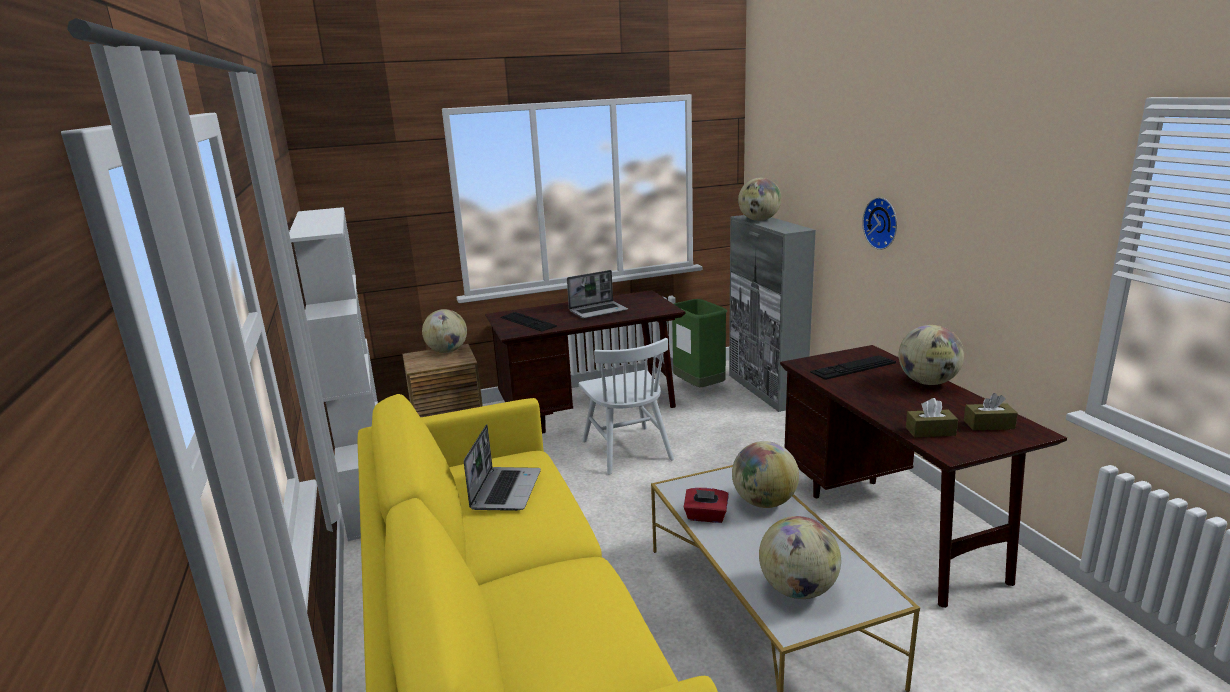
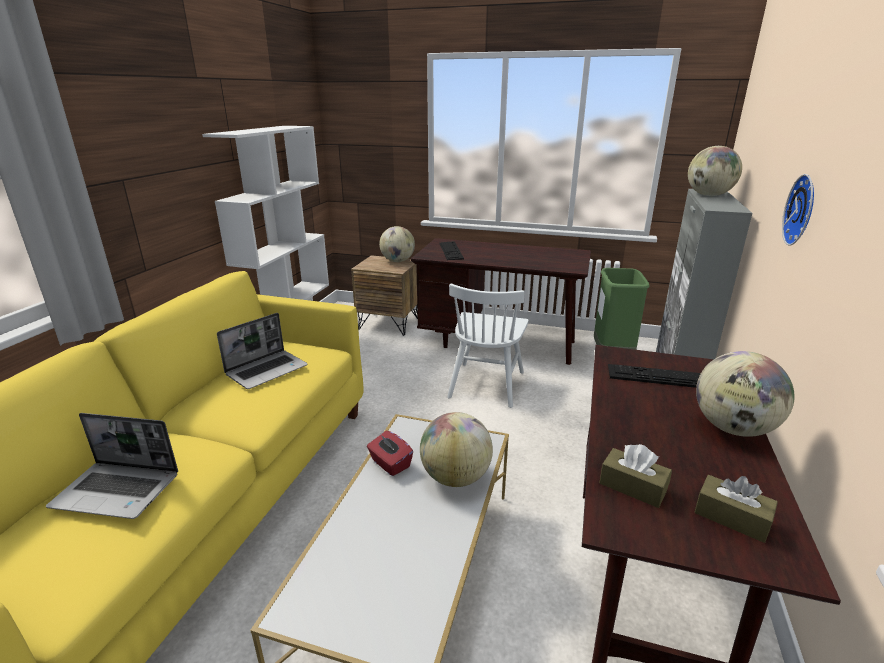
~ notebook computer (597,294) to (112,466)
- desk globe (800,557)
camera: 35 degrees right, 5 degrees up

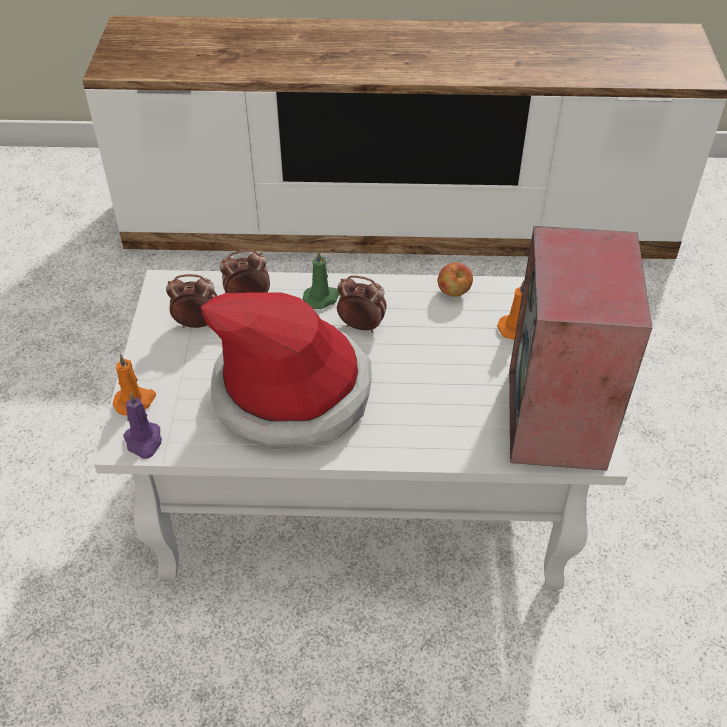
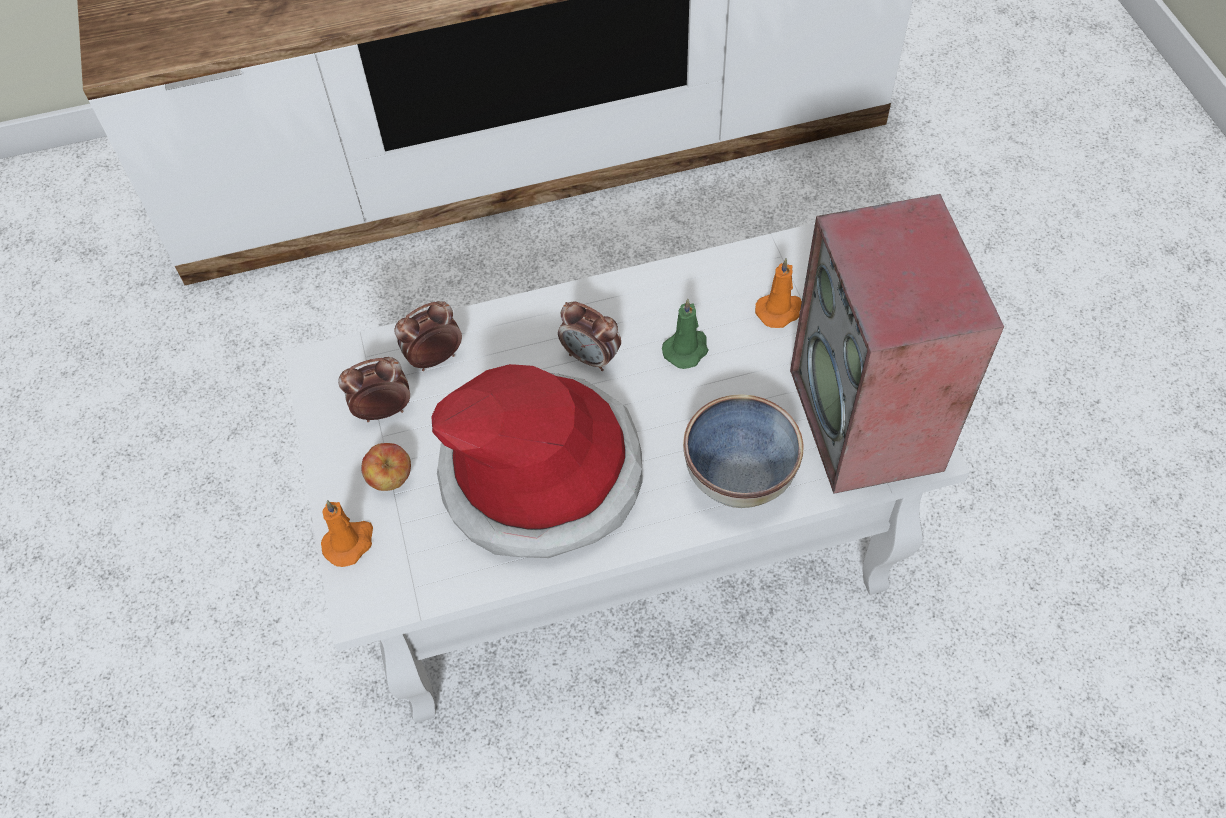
~ apple fruit (455,279) to (386,467)
~ alarm clock (362,304) = (589,336) 150 degrees counterclockwise
~ wax light (greenish) (321,279) to (685,334)
+ deep dish (743,451)
- wax light (purplish) (142,425)
camera: 15 degrees left, 10 degrees up

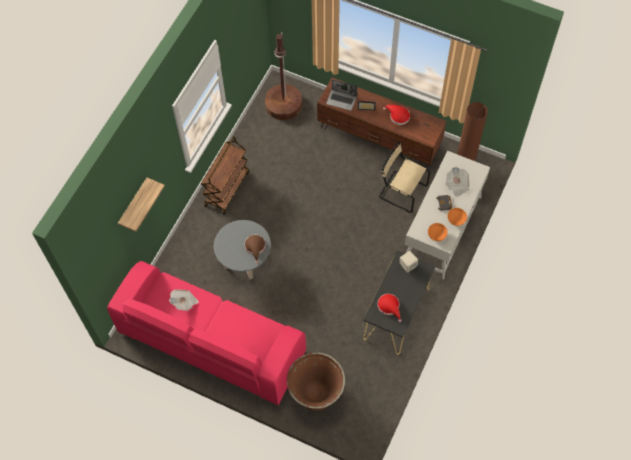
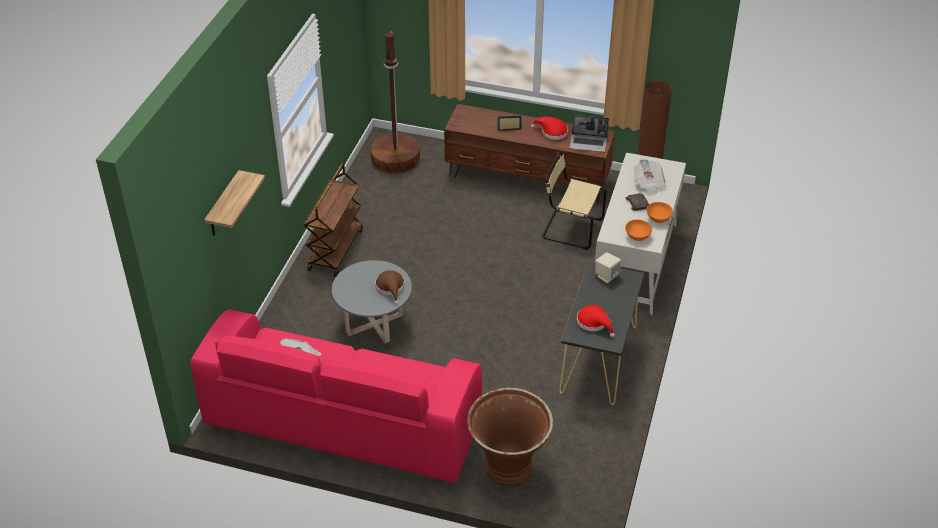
~ notebook computer (342,95) to (589,133)
camera: 10 degrees left, 20 degrees down

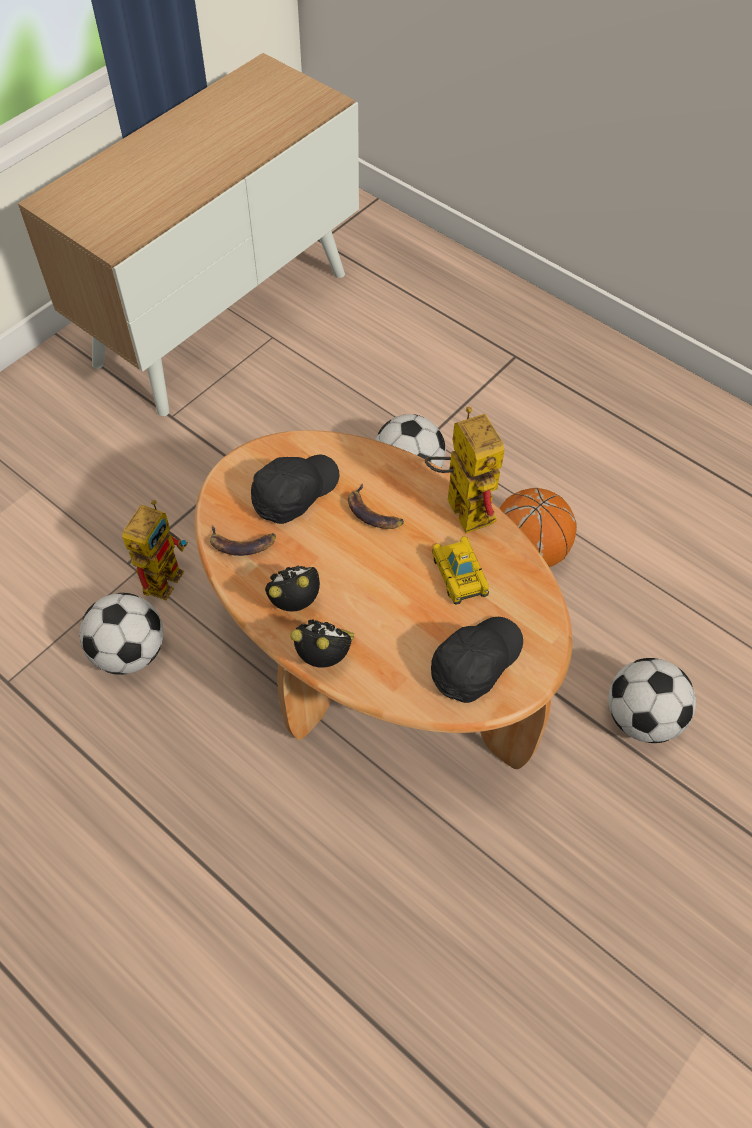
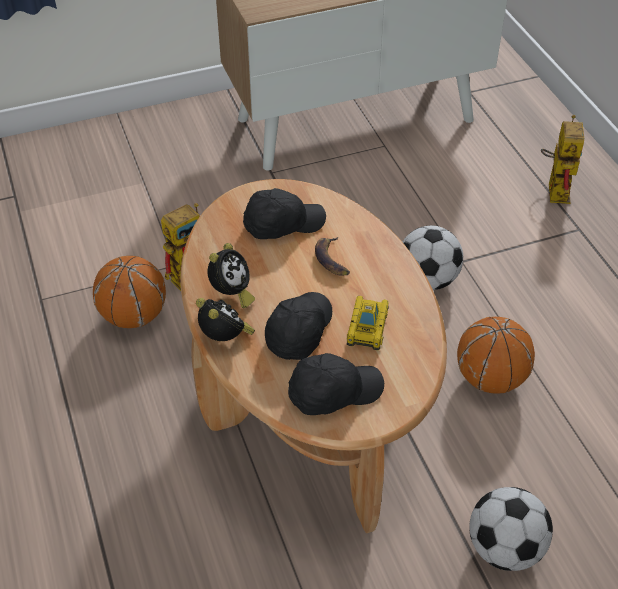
~ football ball (121,634) to ball for basketball (129,292)
~ alarm clock (292,589) = (231,275) 105 degrees clockwise
+ peaked cap (black) (298,326)
~ robot figure (464,470) to (562,159)
- banana (243,540)
camera: 30 degrees right, 10 degrees down

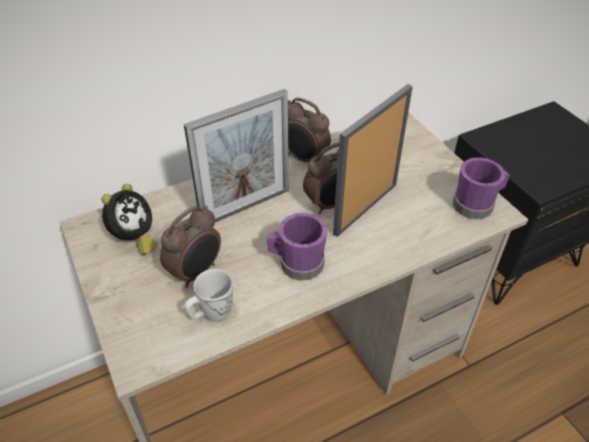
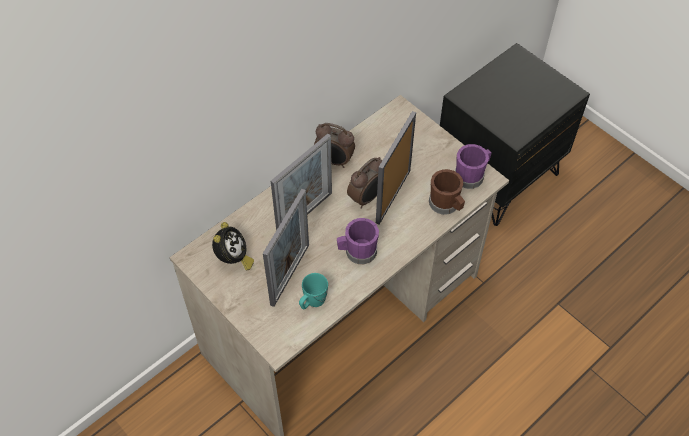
~ alarm clock (190,246) to picture frame (286,248)
~ coffee mug (whitish) (208,295) to coffee mug (turquoise-coloured) (313,291)
+ coffee mug (brownish) (447,192)
camera: 15 degrees left, 10 degrees up

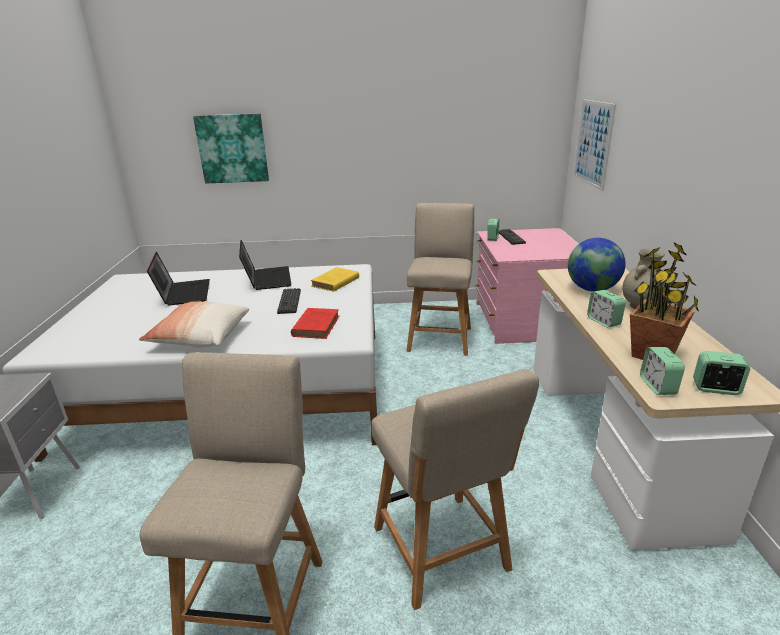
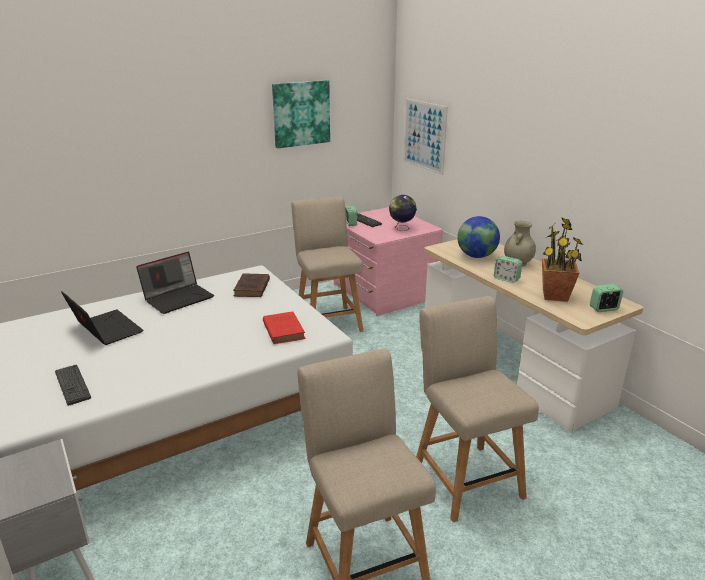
~ computer keyboard (289,301) to (73,385)
~ notebook computer (265,265) = (175,283) 90 degrees clockwise
~ volume (yellow) (335,279) to volume (brownish) (251,285)
~ wall picture (231,148) to (301,114)
+ desk globe (403,213)
~ plain chair (sand-coloured) (455,489) = (477,409) 150 degrees counterclockwise
- pillow (194,324)
- alarm clock (662,371)
camera: 30 degrees left, 0 degrees up

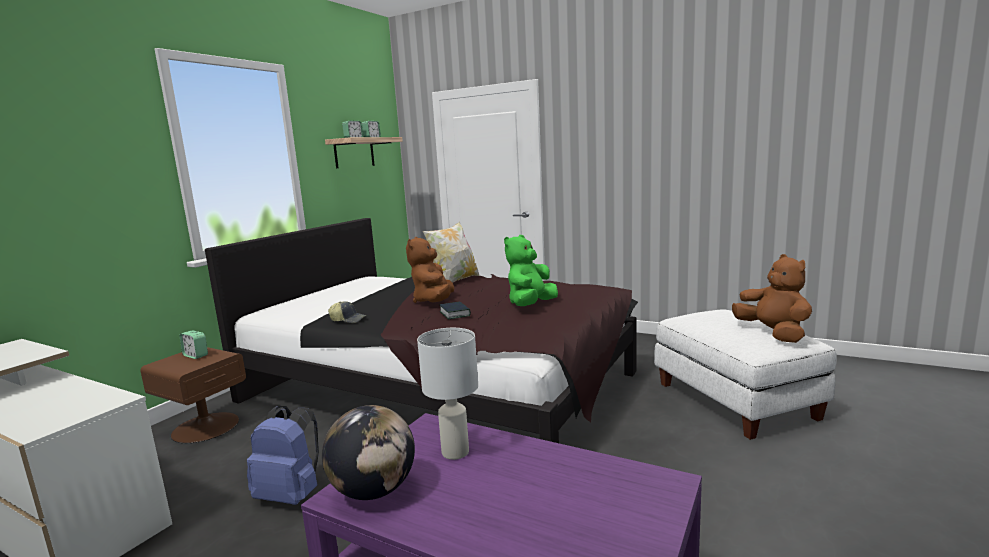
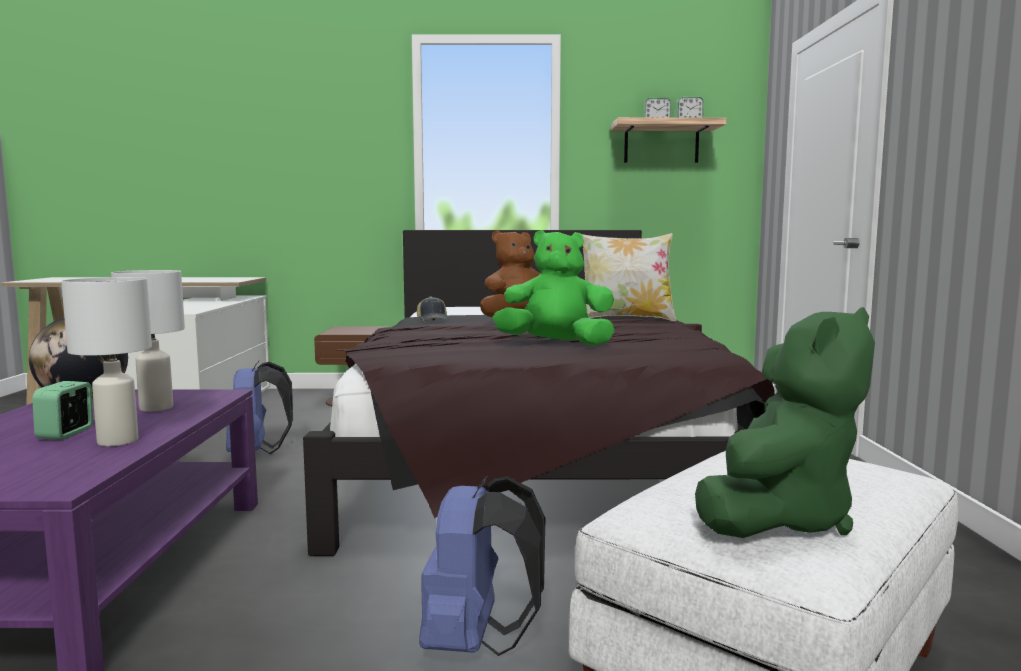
~ alarm clock (194,344) to (62,410)
+ lamp for a table (whitish) (106,361)
+ rucksack (blue-coloured) (482,566)
~ plush toy (brownish) (772,298) to plush toy (greenish) (785,422)
- volume (455,310)
camera: 60 degrees right, 5 degrees down

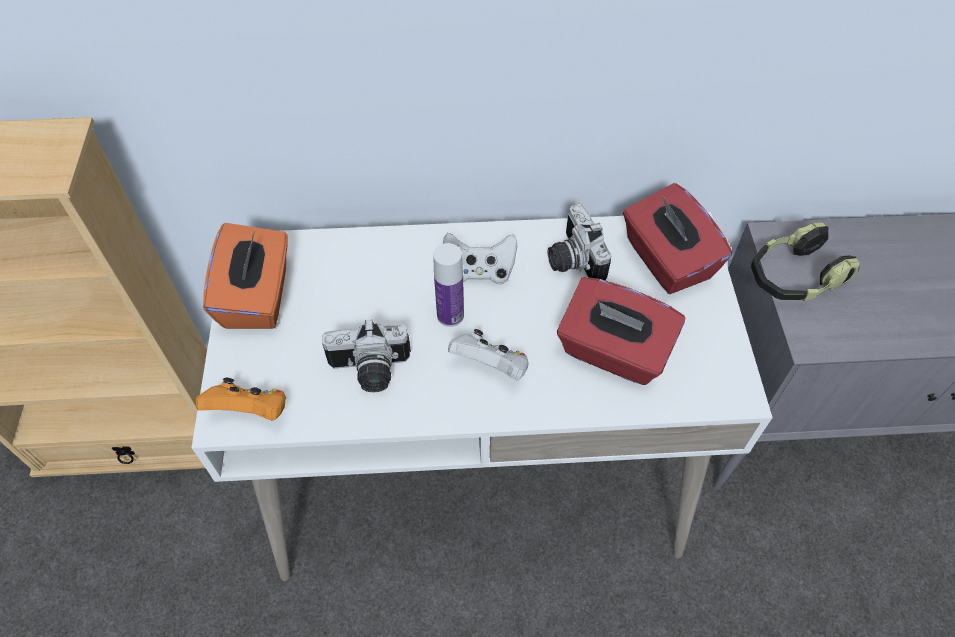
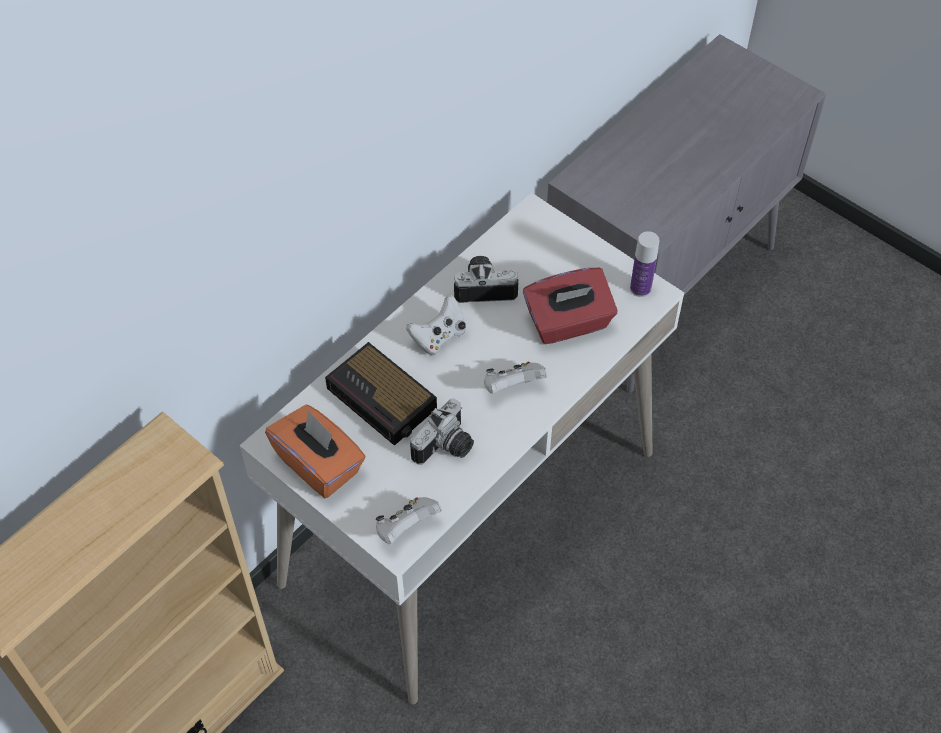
+ alarm clock (381,394)
~ joypad (orange) (241,399) to joypad (whitish) (409,520)
~ photo camera (580,242) = (486,279) 150 degrees clockwise
~ drink bottle (448,285) to (644,264)
- box of tissues (red) (677,238)
- pair of headphones (805,261)
camera: 45 degrees left, 0 degrees up

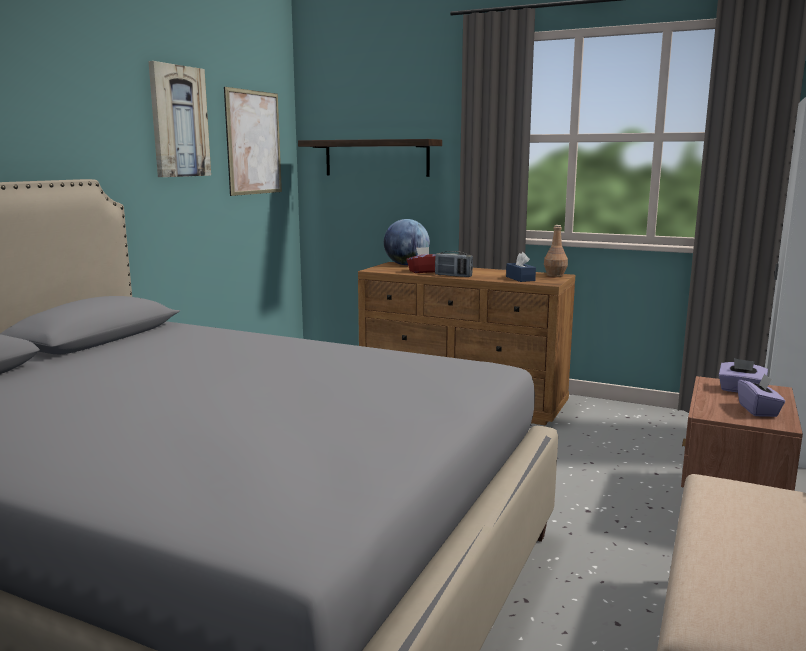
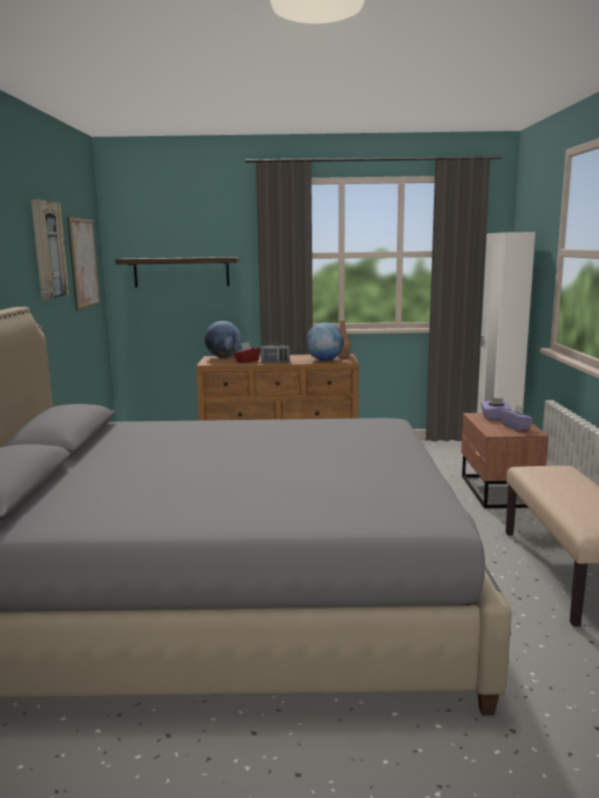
~ box of tissues (blue-coloured) (521,267) to desk globe (325,341)
camera: 25 degrees left, 0 degrees up

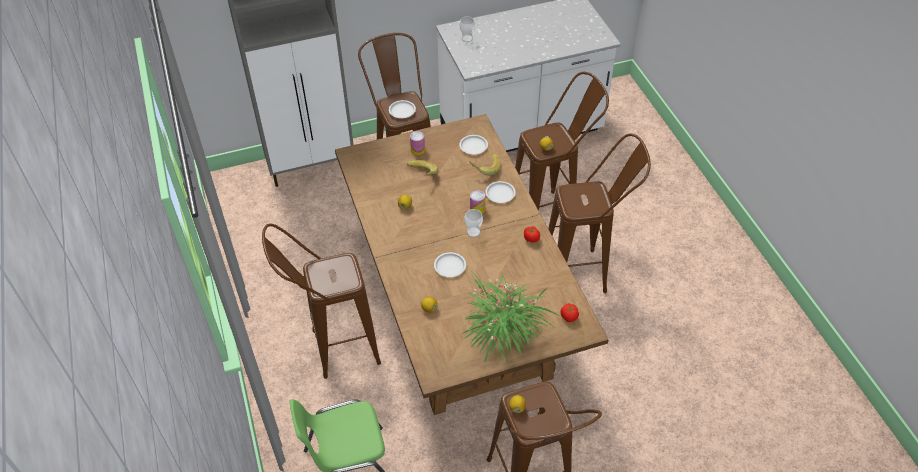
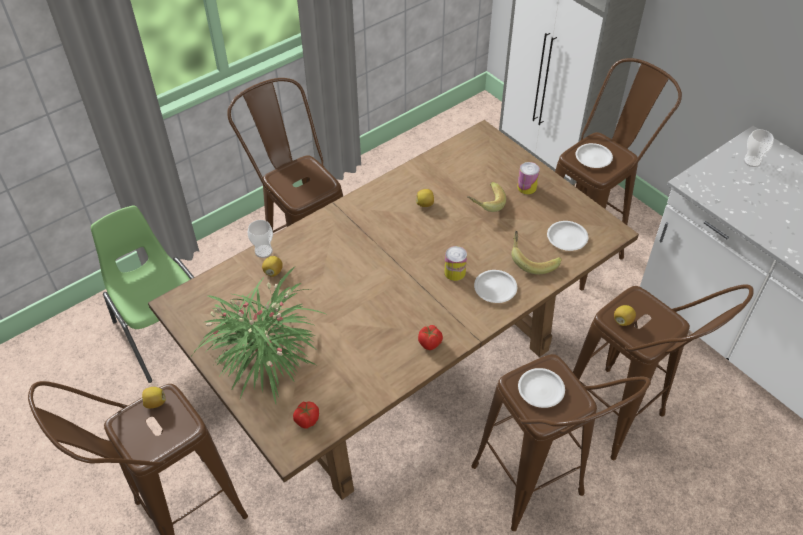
~ cup (473,223) to (260,239)
~ flat dish (whitish) (450,264) to (541,388)
camera: 70 degrees right, 0 degrees up

